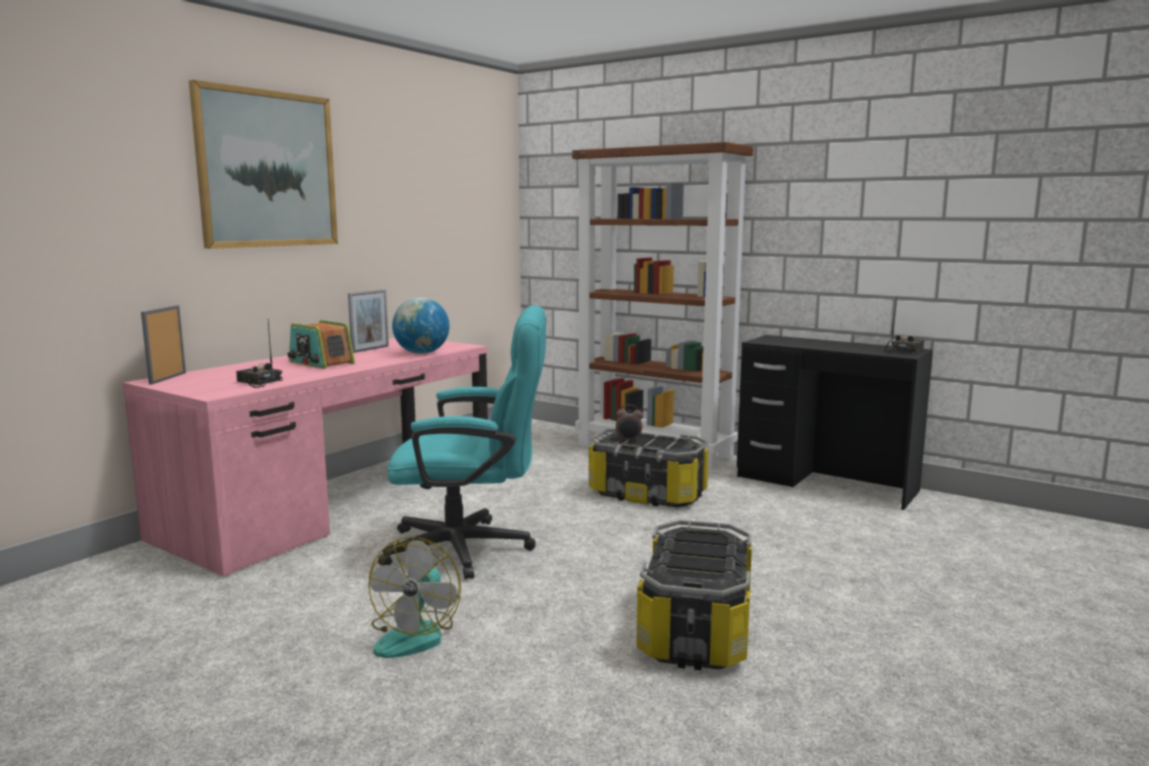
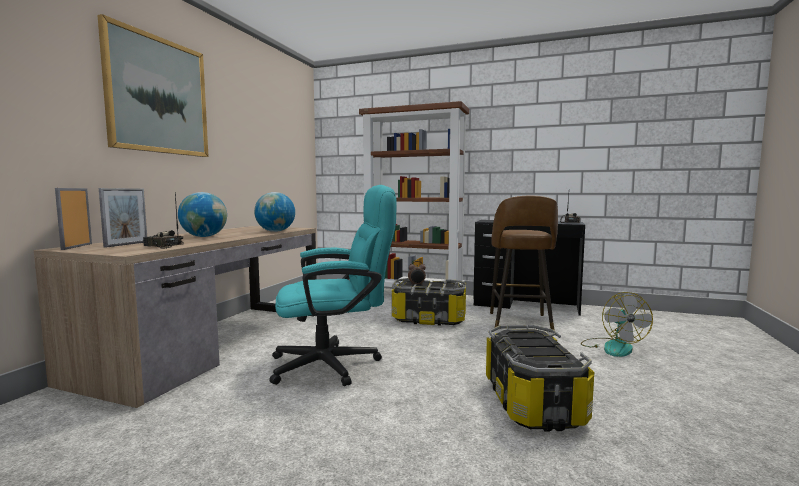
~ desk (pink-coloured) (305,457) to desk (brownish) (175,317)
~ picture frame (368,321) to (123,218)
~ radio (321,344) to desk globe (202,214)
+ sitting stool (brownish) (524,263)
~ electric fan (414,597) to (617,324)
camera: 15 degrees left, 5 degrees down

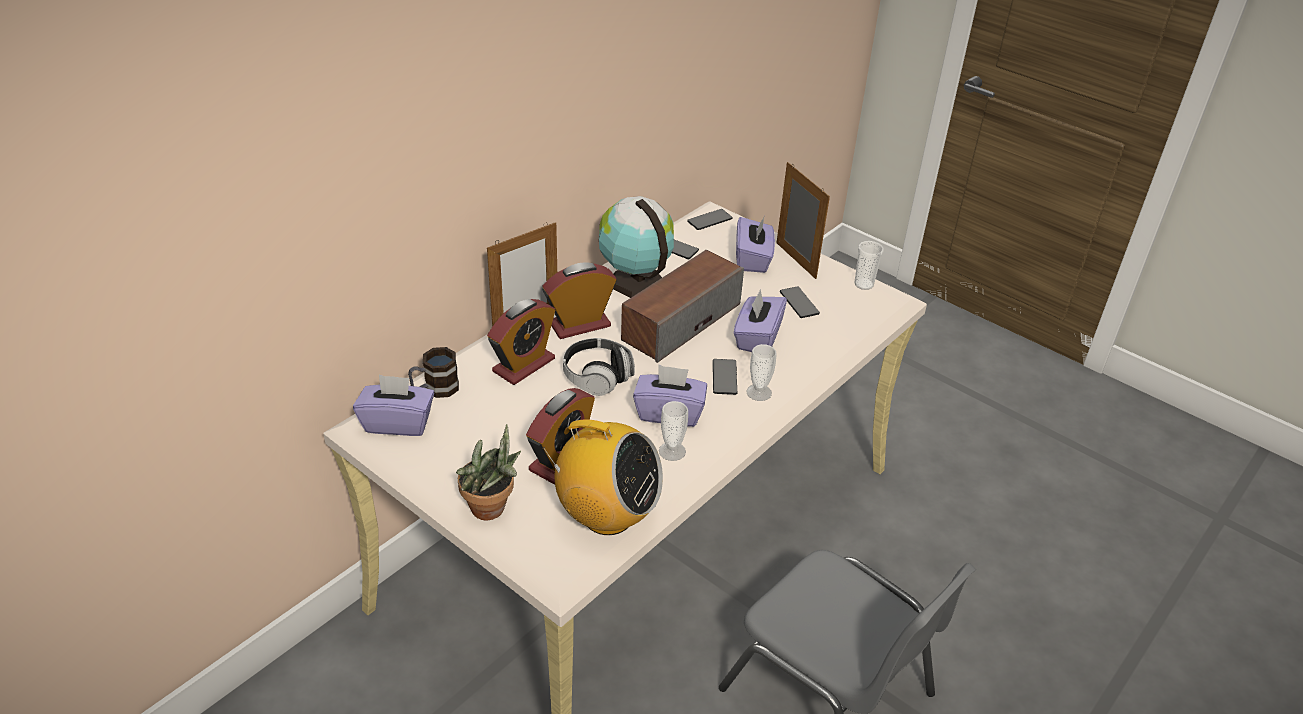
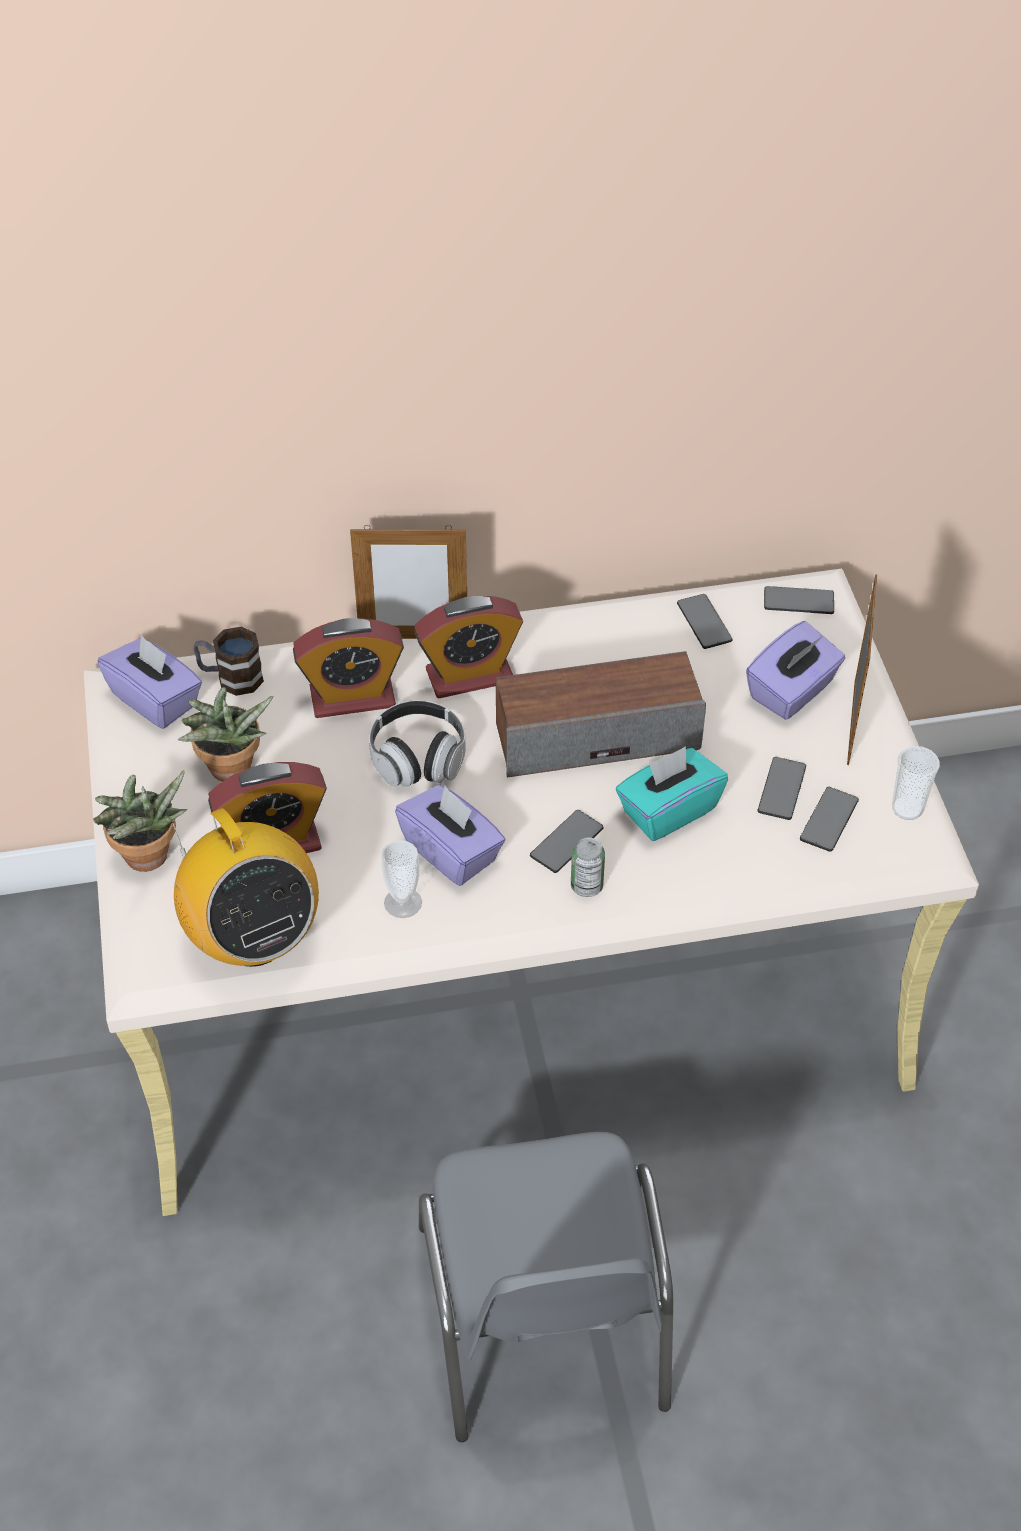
+ houseplant (225,734)
~ alarm clock (580,300) = (468,647) 150 degrees clockwise
~ cup (761,372) to metal can (588,867)
~ box of tissues (purplish) (760,320) to box of tissues (turquoise-coloured) (672,793)
+ phone (829,819)
- desk globe (636,247)
camera: 40 degrees right, 10 degrees up

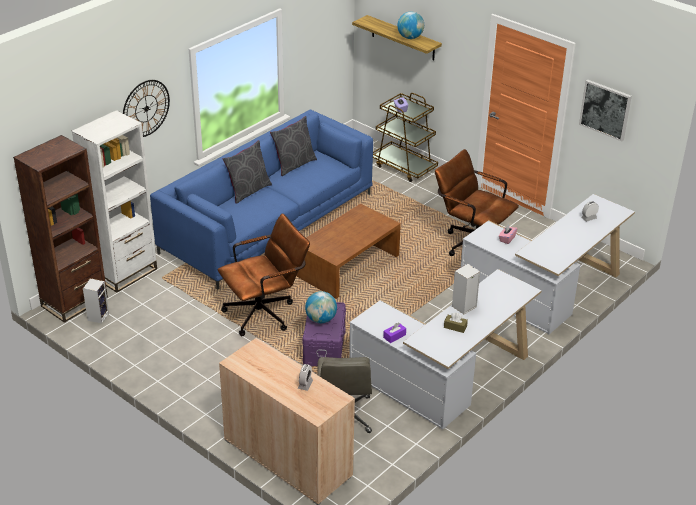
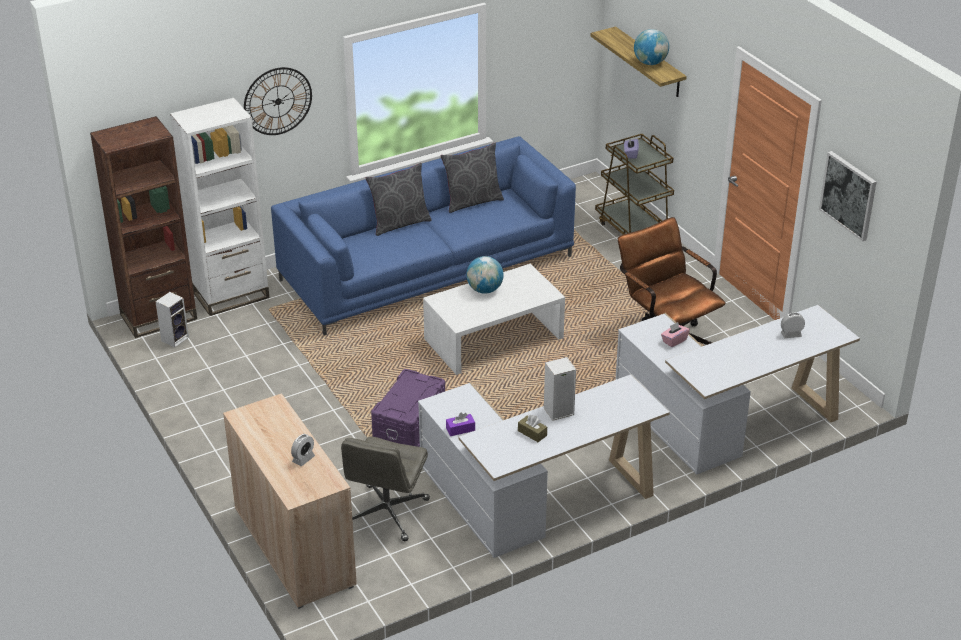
~ lounge table (brownish) (349,251) to lounge table (whitish) (494,319)
~ desk globe (321,307) to (485,275)
- computer chair (brownish) (264,275)
camera: 20 degrees right, 0 degrees up

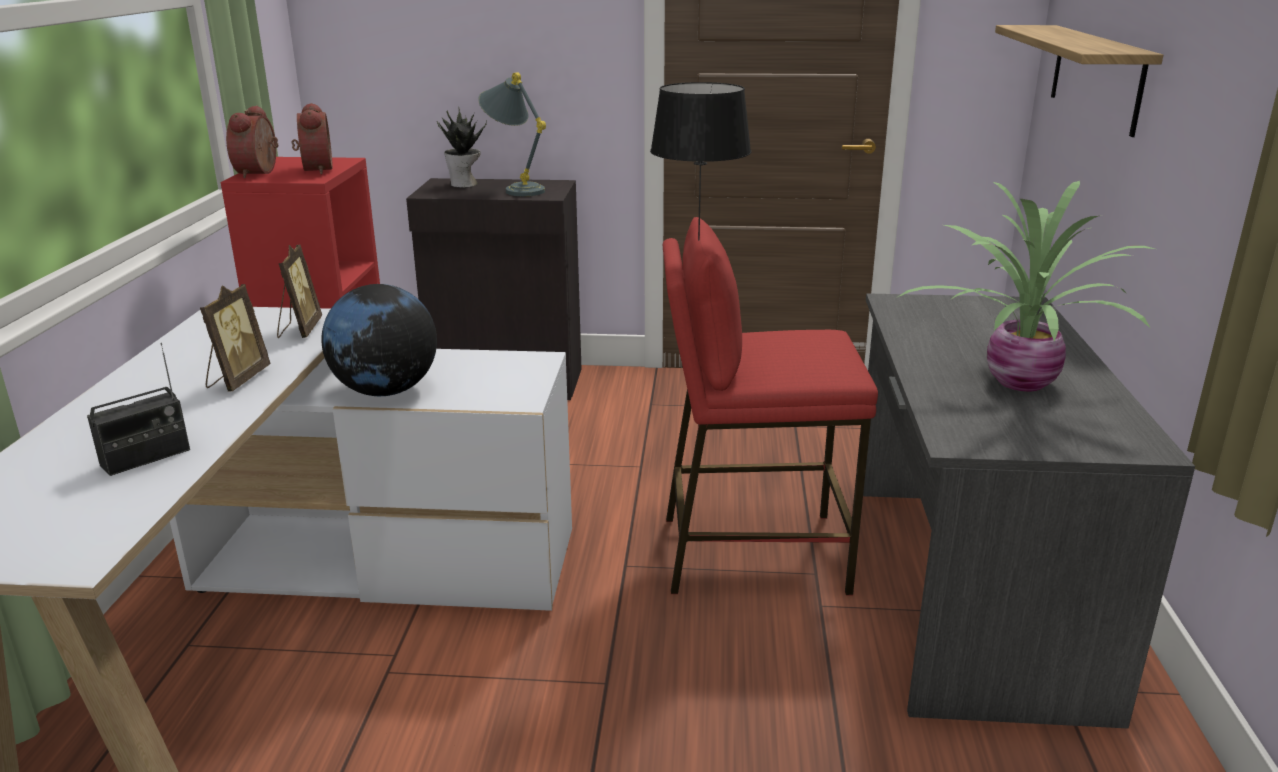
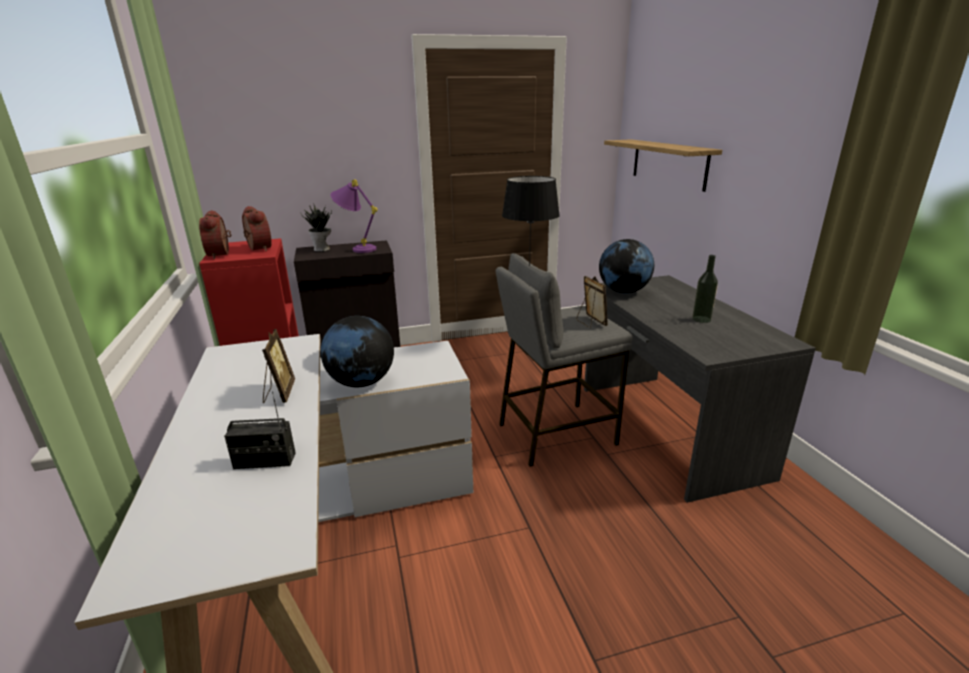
~ radio (138,409) = (260,430) 60 degrees clockwise
~ lamp for a table (grey) (512,134) to lamp for a table (purplish) (354,216)
~ sitting stool (red) (770,406) to sitting stool (grey) (564,360)
~ picture frame (299,291) to (592,302)
+ desk globe (626,266)
~ houseplant (1026,286) to drink bottle (705,289)
camera: 20 degrees left, 0 degrees up

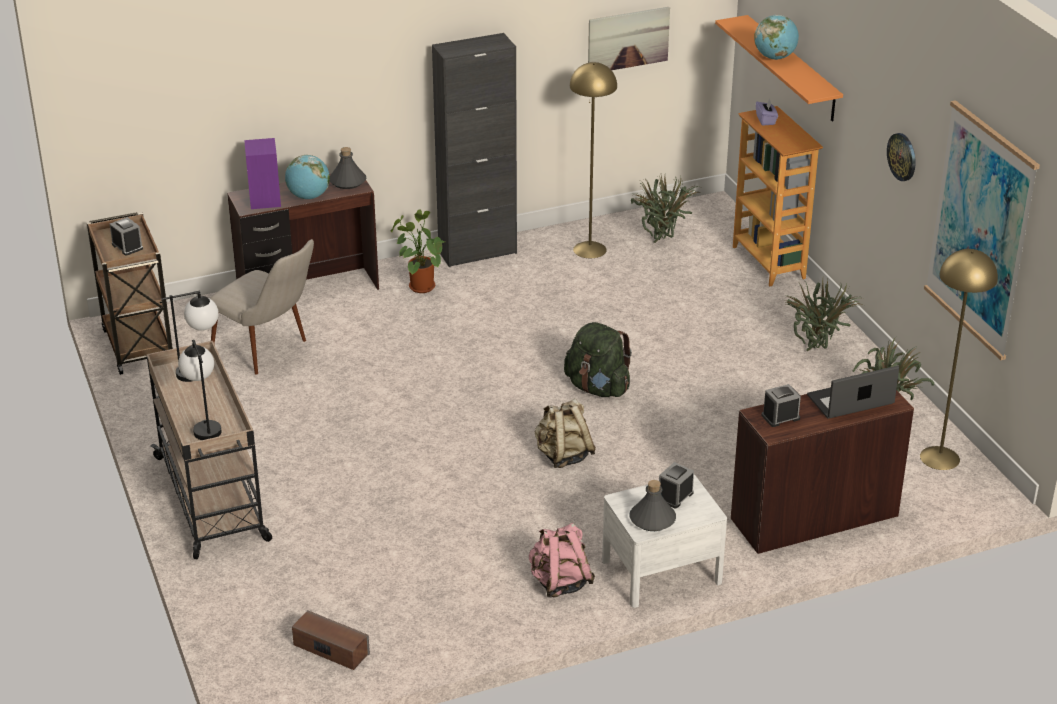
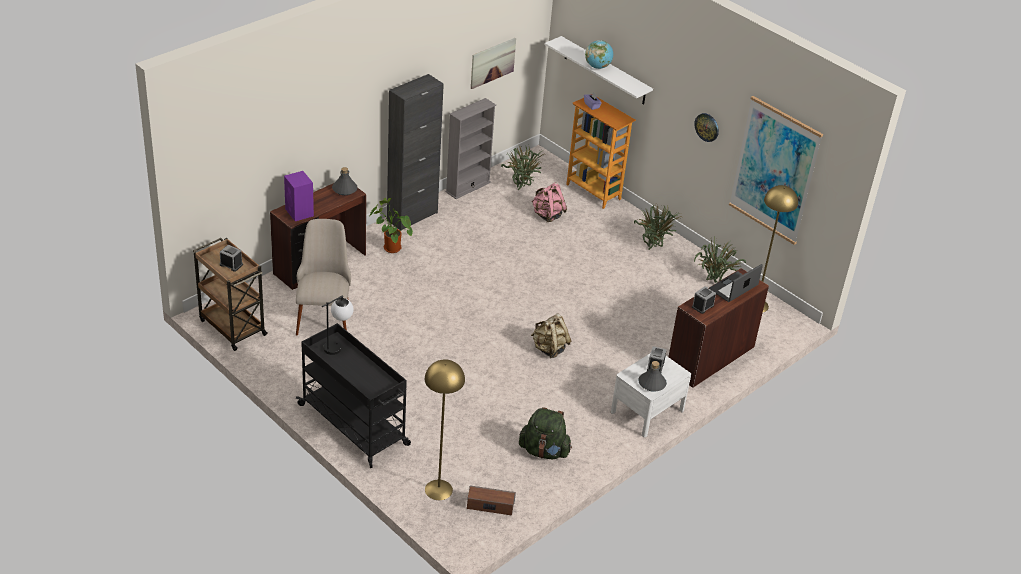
~ plain chair (sand-coloured) (262,307) = (323,277) 105 degrees counterclockwise
~ wheeled cart (sand-coloured) (209,450) to wheeled cart (black) (353,395)
~ standard lamp (yellow) (593,160) to (445,429)
+ bookshelf (grey) (471,148)
~ rucksack (greenish) (598,359) to (545,433)
~ rucksack (pink-coloured) (562,560) to (549,202)
~ wall shelf (orange) (779,68) to wall shelf (whitish) (599,70)
- lamp for a table (200,390)
- desk globe (307,177)
camera: 25 degrees left, 5 degrees up

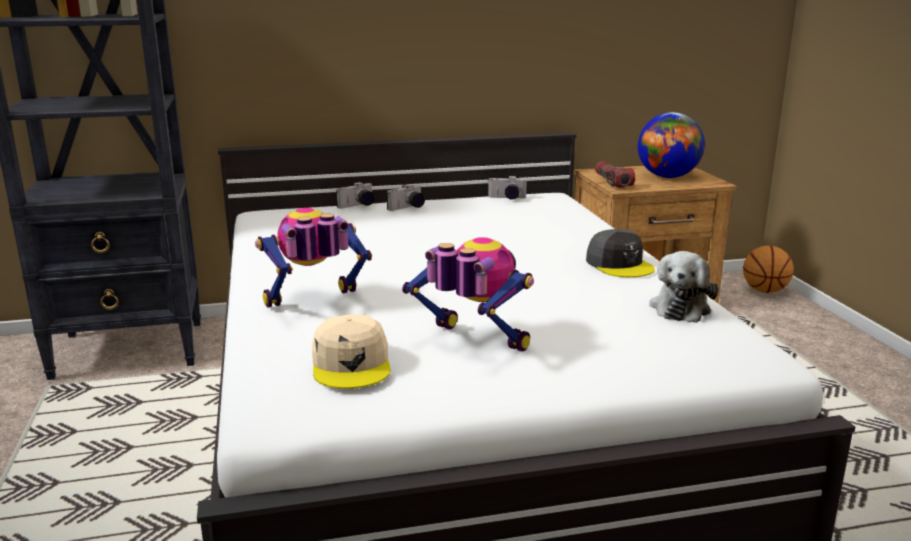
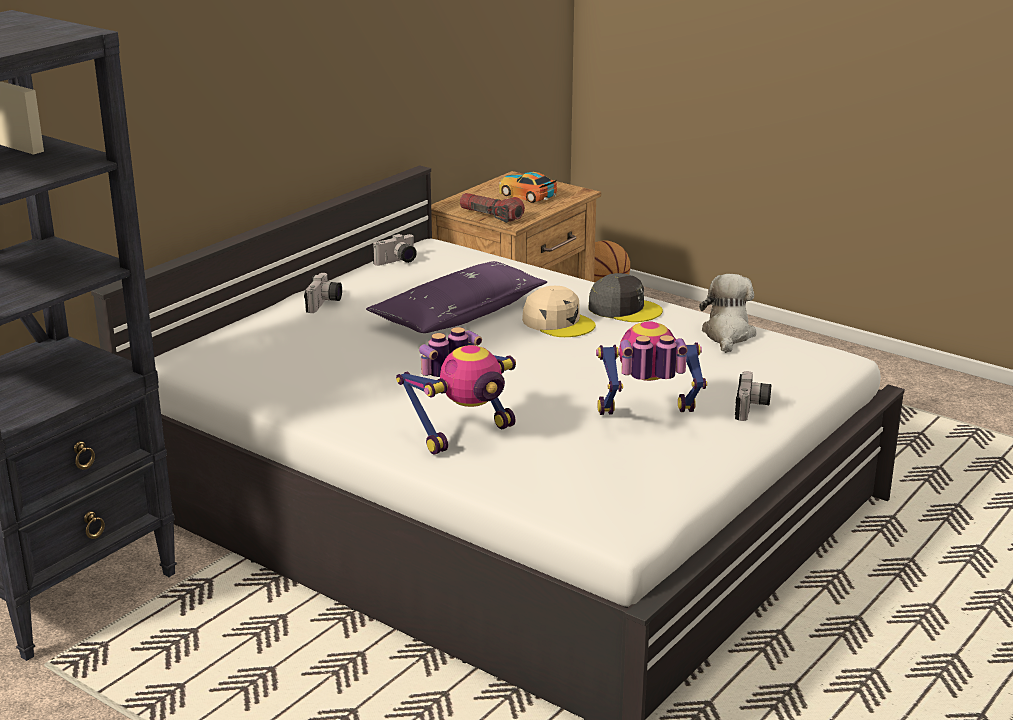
+ pillow (purplish) (456,297)
~ robot figure (313,258) = (456,391) 150 degrees counterclockwise
~ desk globe (671,145) to model car (528,187)
~ peaked cap (sand-coloured) (351,352) to (559,311)
~ plush toy (683,287) = (727,313) 150 degrees counterclockwise
~ photo camera (355,195) to (753,396)
camera: 40 degrees left, 5 degrees up

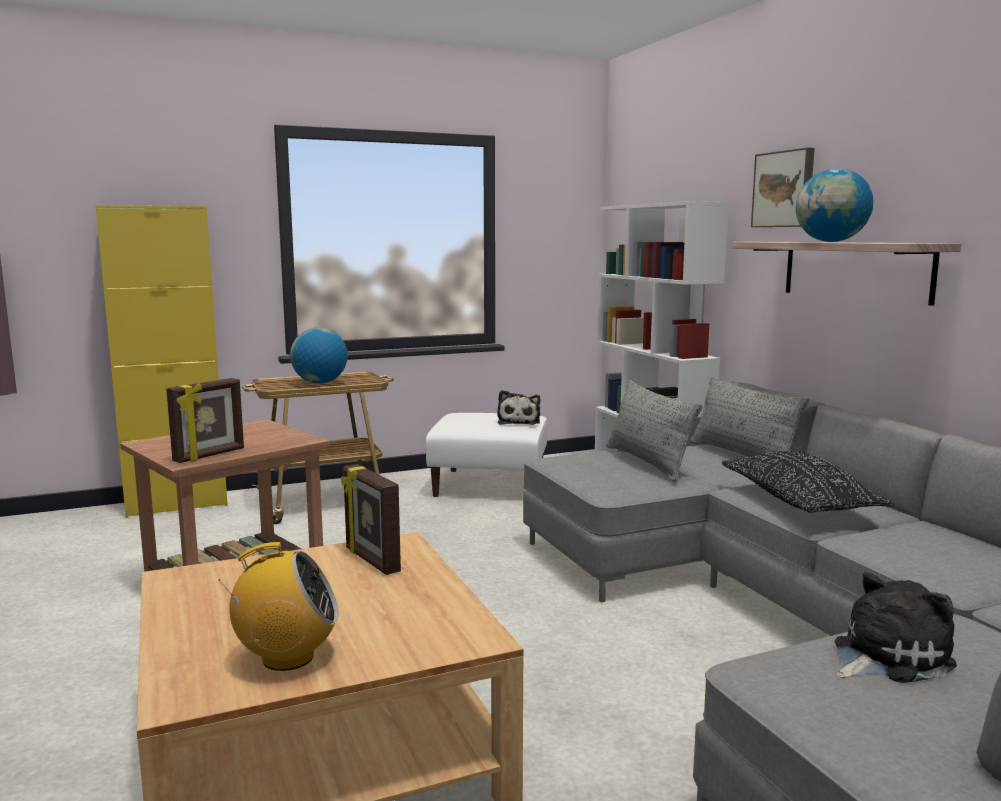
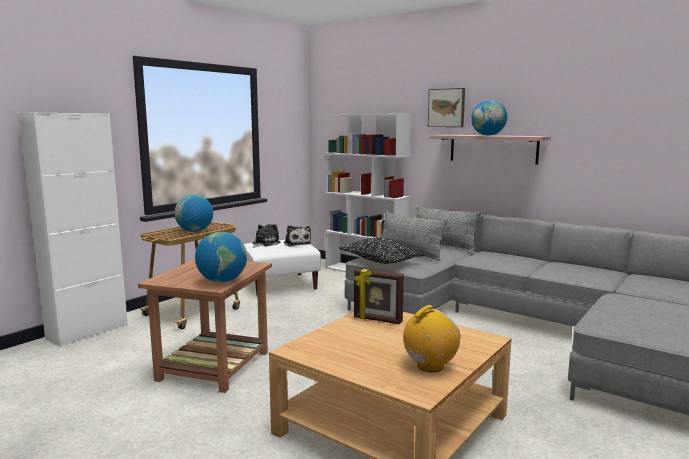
~ storage cabinet (yellow) (162,361) to storage cabinet (whitish) (73,230)
~ picture frame (205,420) to desk globe (221,257)
~ plush toy (896,627) to (267,236)
~ pillow (black) (808,482) to (381,251)
camera: 30 degrees left, 0 degrees up

